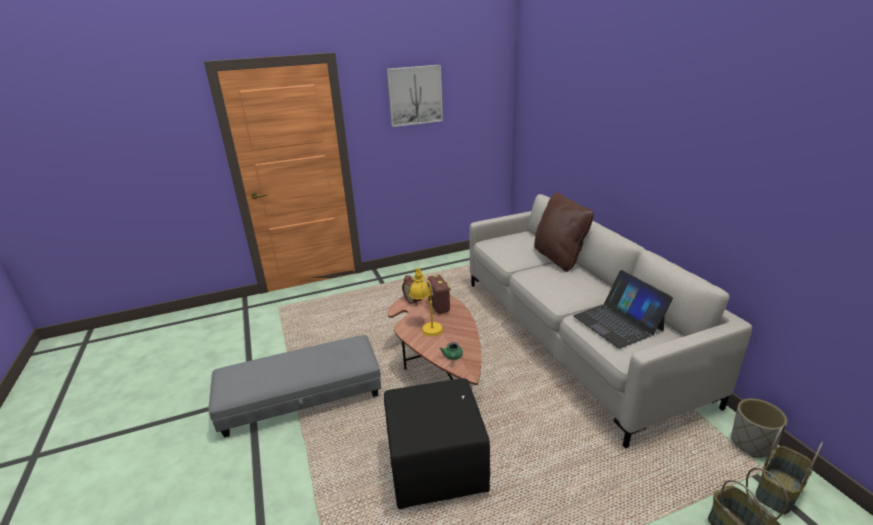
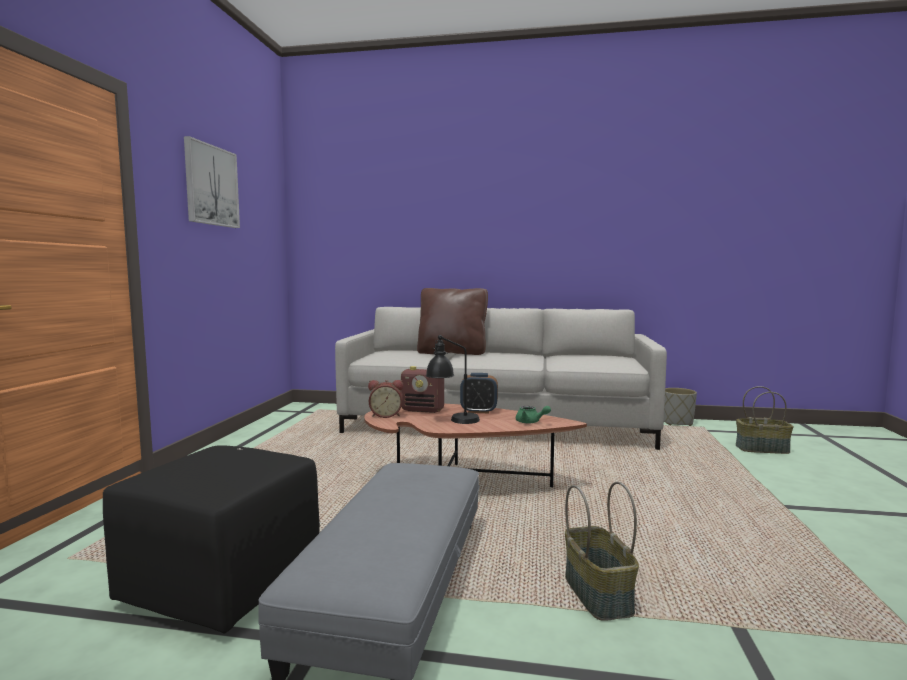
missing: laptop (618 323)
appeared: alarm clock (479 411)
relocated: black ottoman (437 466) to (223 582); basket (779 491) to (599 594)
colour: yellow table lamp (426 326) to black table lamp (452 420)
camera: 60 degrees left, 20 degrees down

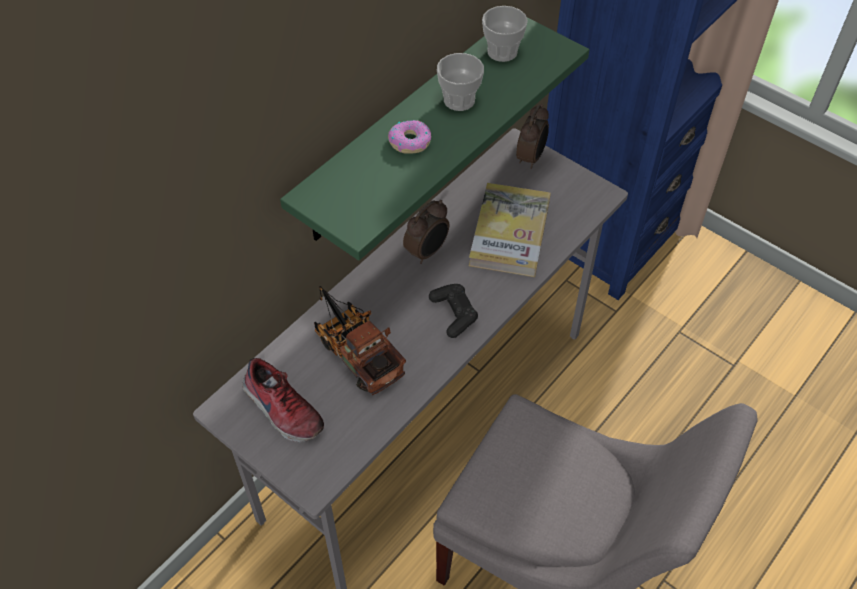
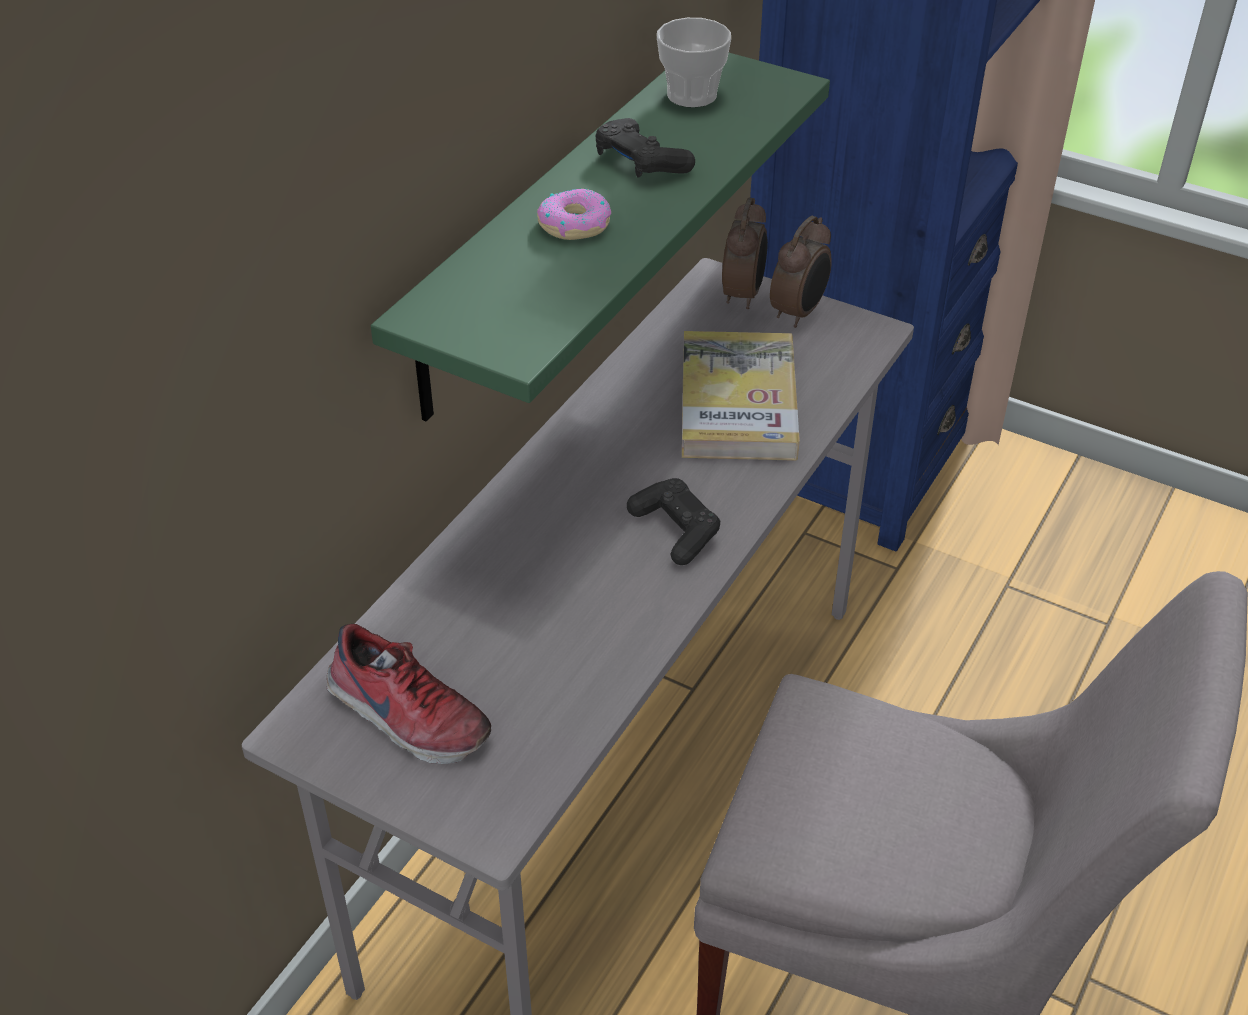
missing: toy truck (355 350)
relocated: alarm clock (427 252) to (799 312)
exchanged: cup (459 100) to black game controller (640 162)
camera: 10 degrees left, 10 degrees down

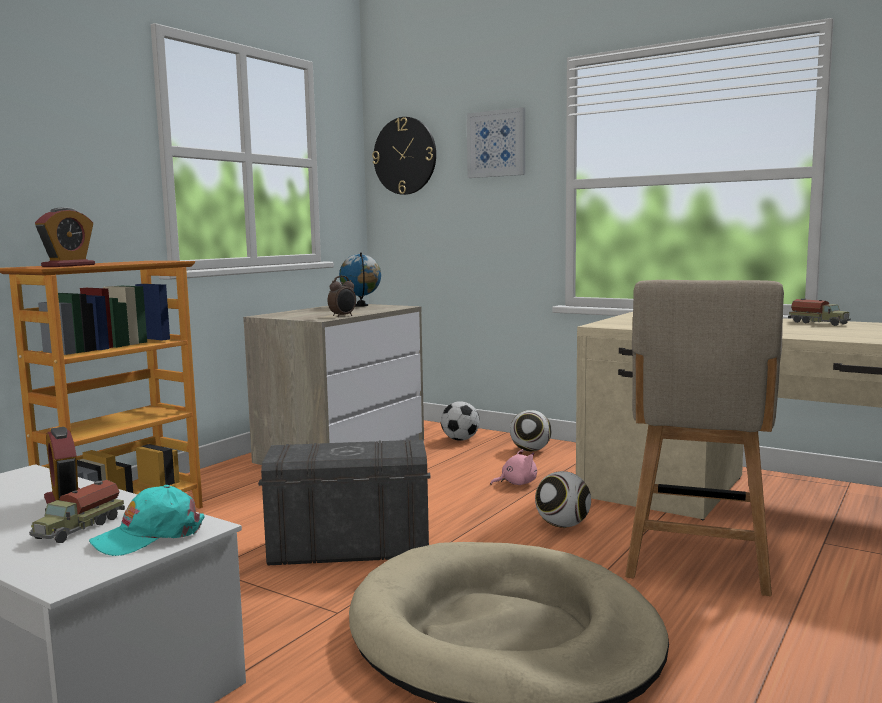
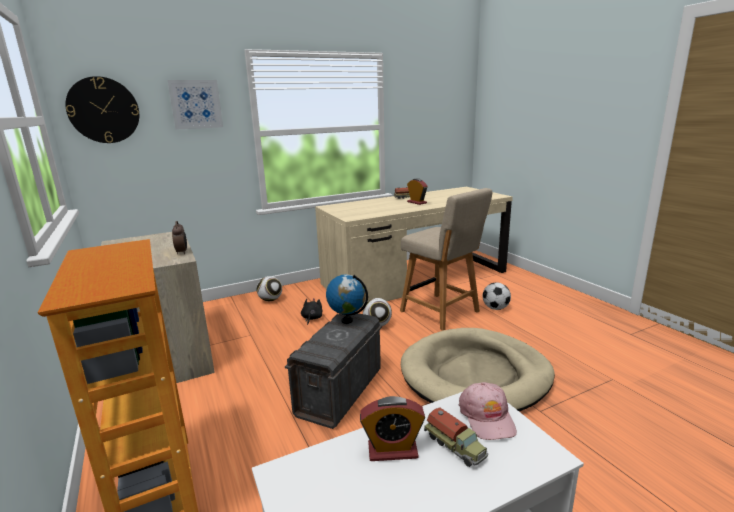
relocated: alarm clock (68 265) to (417 202); globe (361 306) to (347 320); football (460 439) to (495 308)
colour: turquoise cap (149 536) to pink cap (487 417); pink plush toy (516 483) to black plush toy (311 318)
camera: 60 degrees left, 10 degrees up

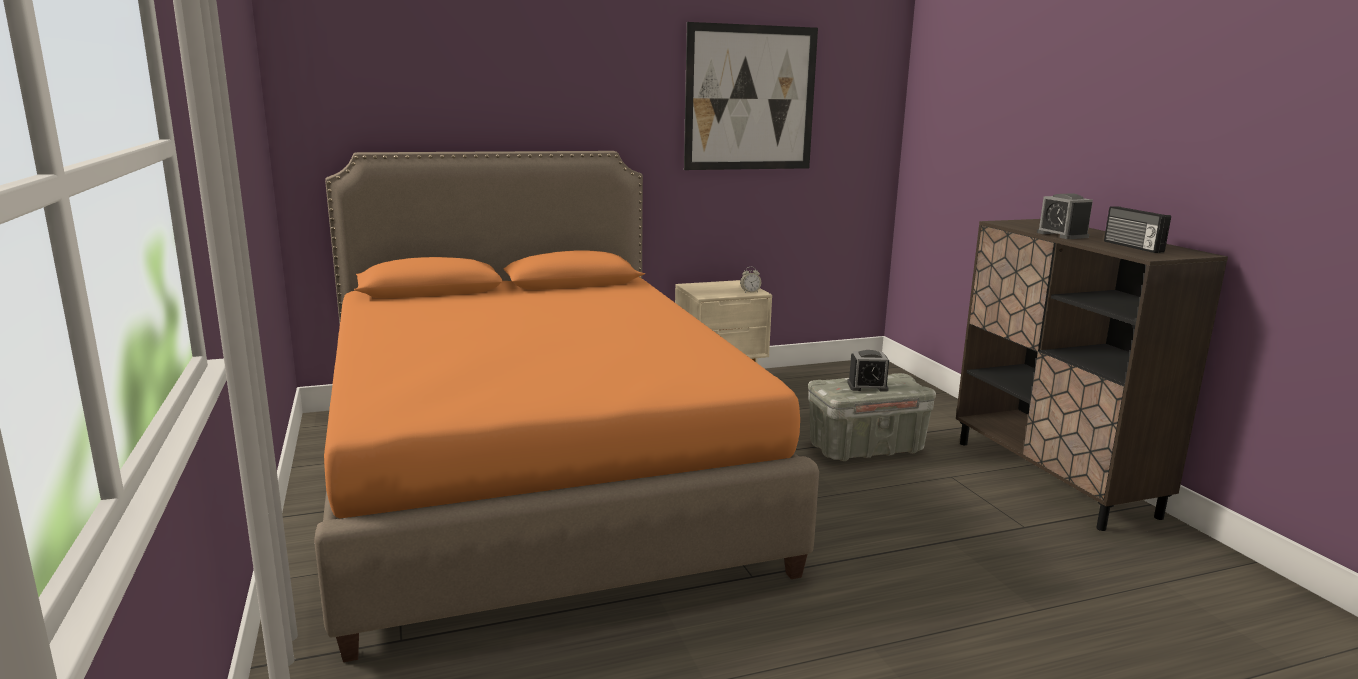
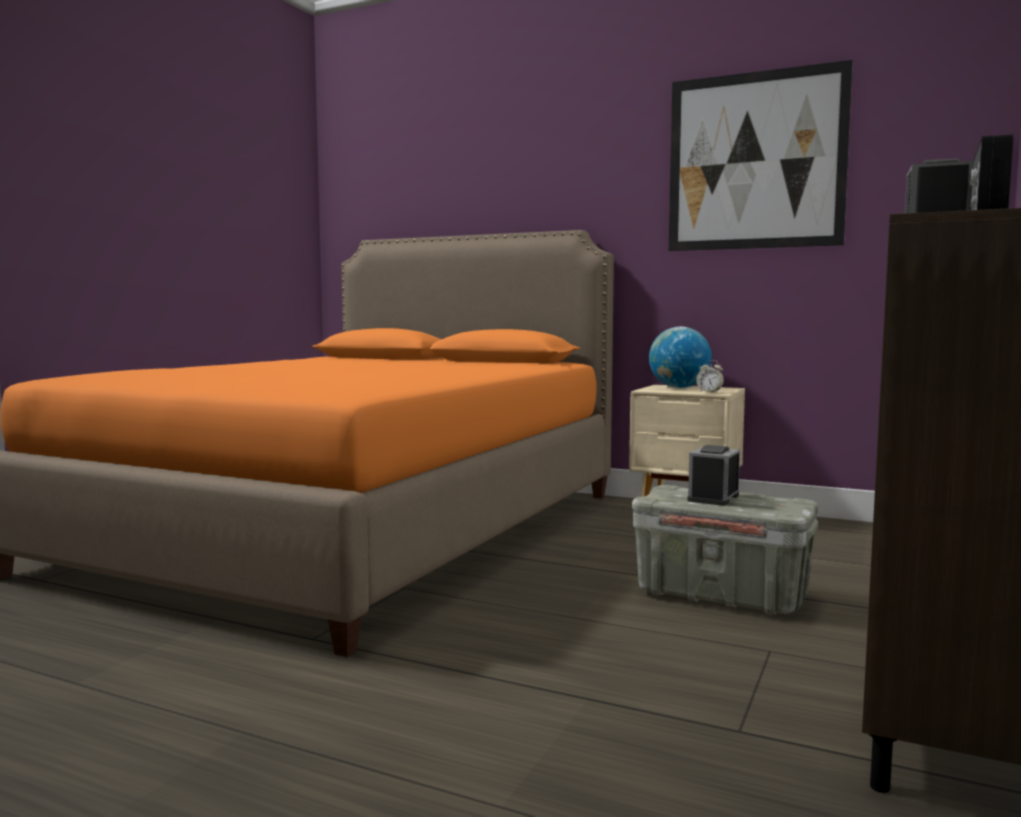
appeared: globe (679 387)
spun: alarm clock (867 386) = (713 498) 75 degrees clockwise
camera: 45 degrees right, 10 degrees down

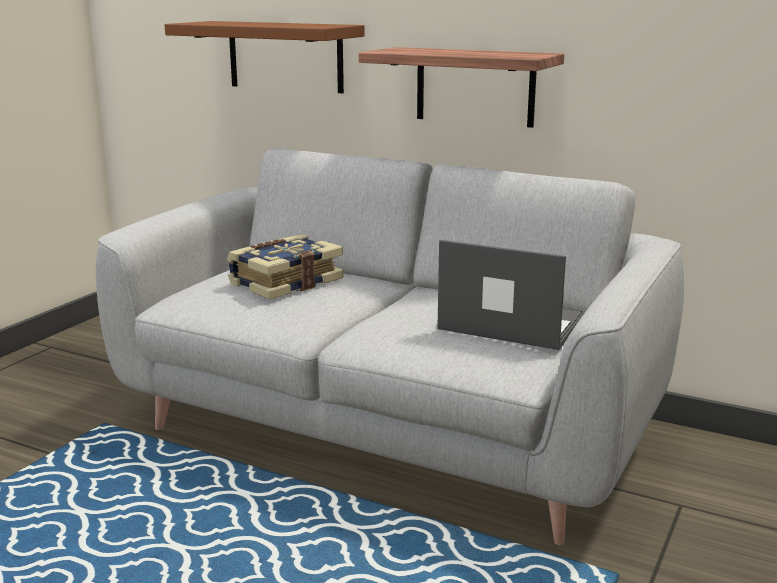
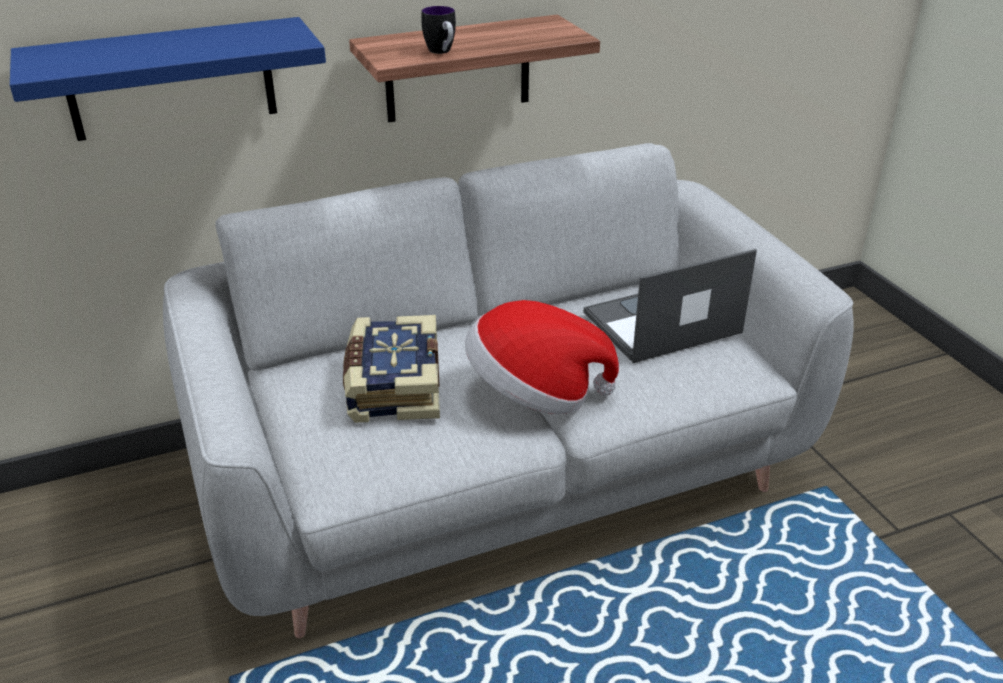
appeared: mug (442 52); hat (534 393)
colour: brown shelf (285 56) to blue shelf (171 79)
camera: 50 degrees left, 15 degrees up

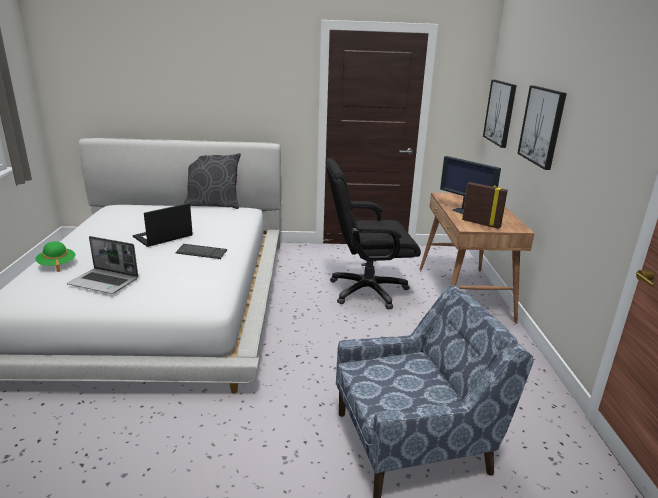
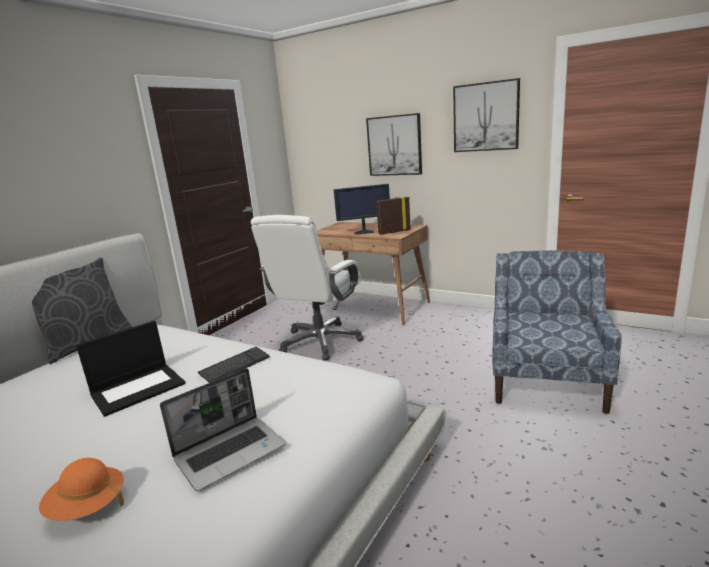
relocated: picture (500 112) to (486 117)
colour: green hat (57 265) to orange hat (87 506); black office chair (366 290) to white office chair (320 342)
spun: laptop (162 236) = (138 388) 120 degrees counterclockwise
camera: 55 degrees left, 5 degrees down

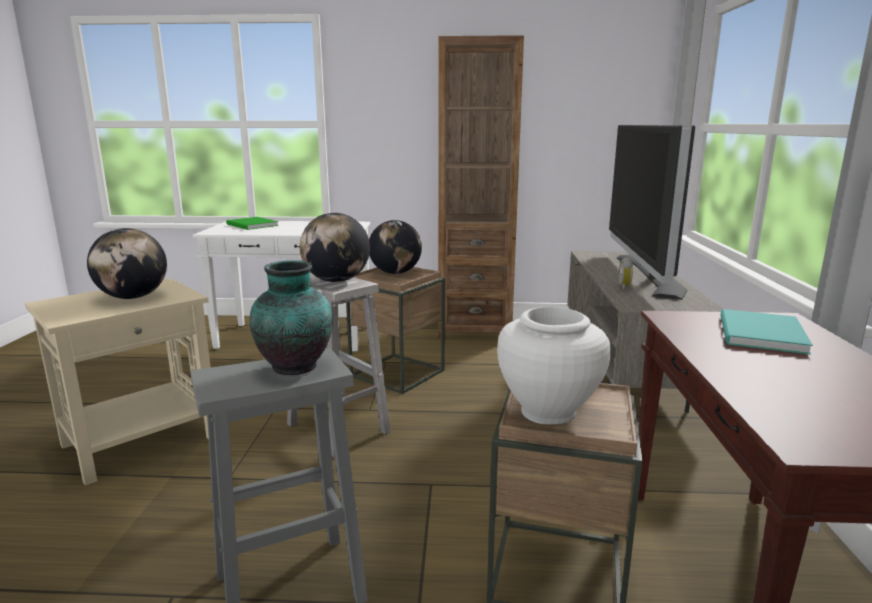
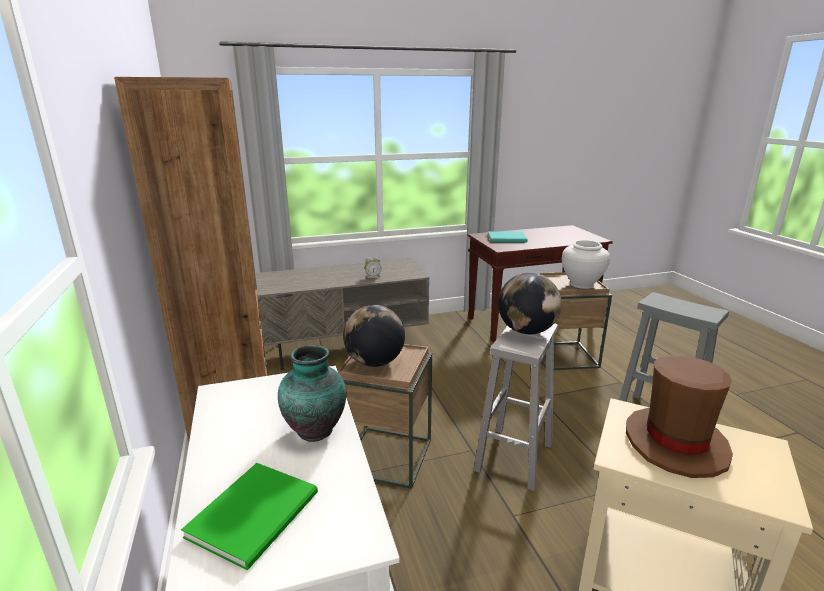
missing: television (647 275)
relocated: vase (296 367) to (316 429)
exchanged: globe (133 297) to brown hat (676 443)
camera: 110 degrees left, 5 degrees up

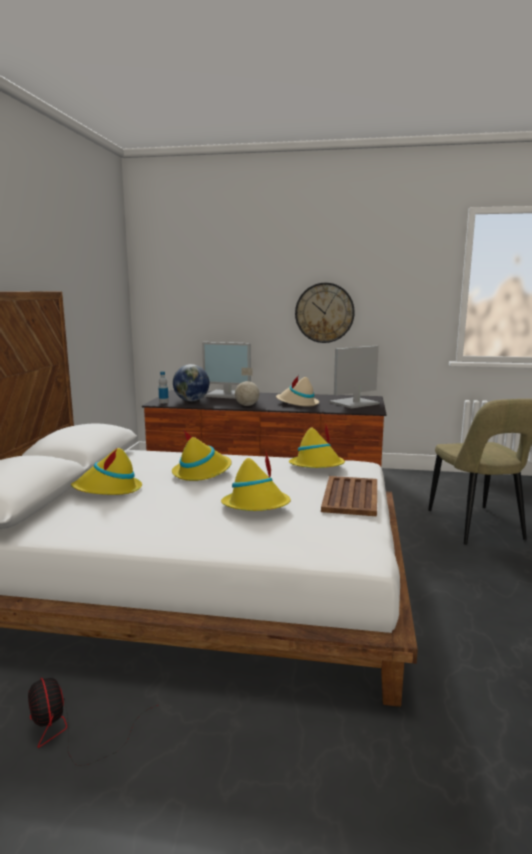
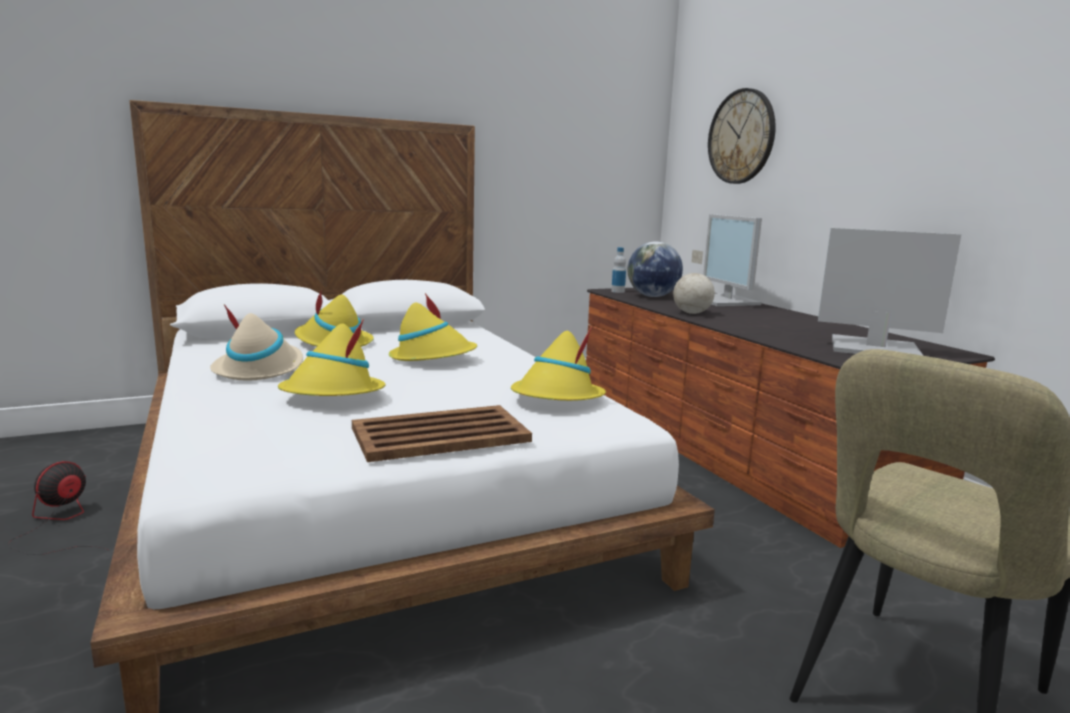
relocated: beige hat (297 403) to (259 369); wall clock (324 313) to (741 137)
camera: 55 degrees right, 0 degrees up

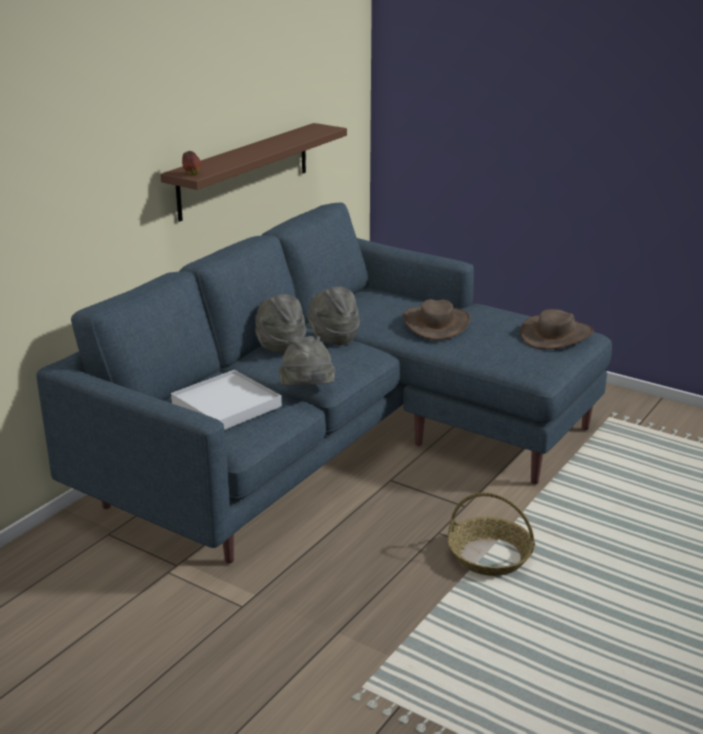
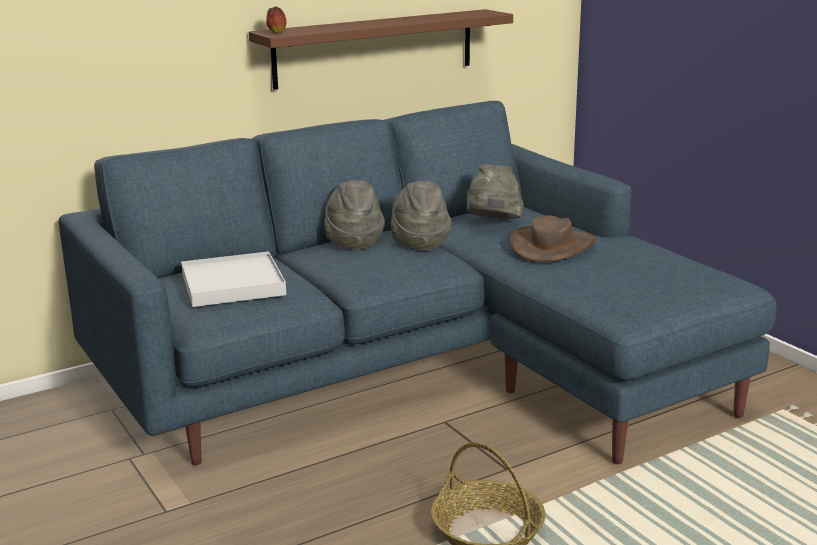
missing: brown hat (556 335)
relocated: grey hat (307 393) to (493 225)
camera: 25 degrees right, 5 degrees down

